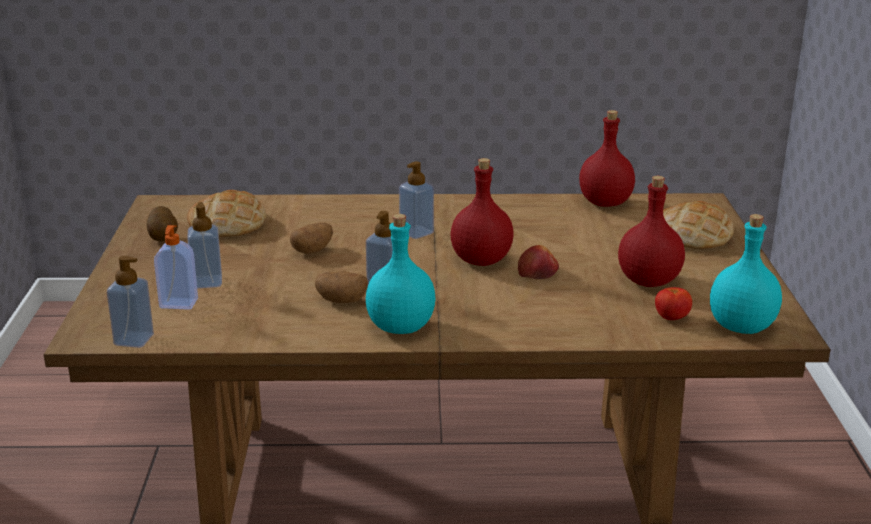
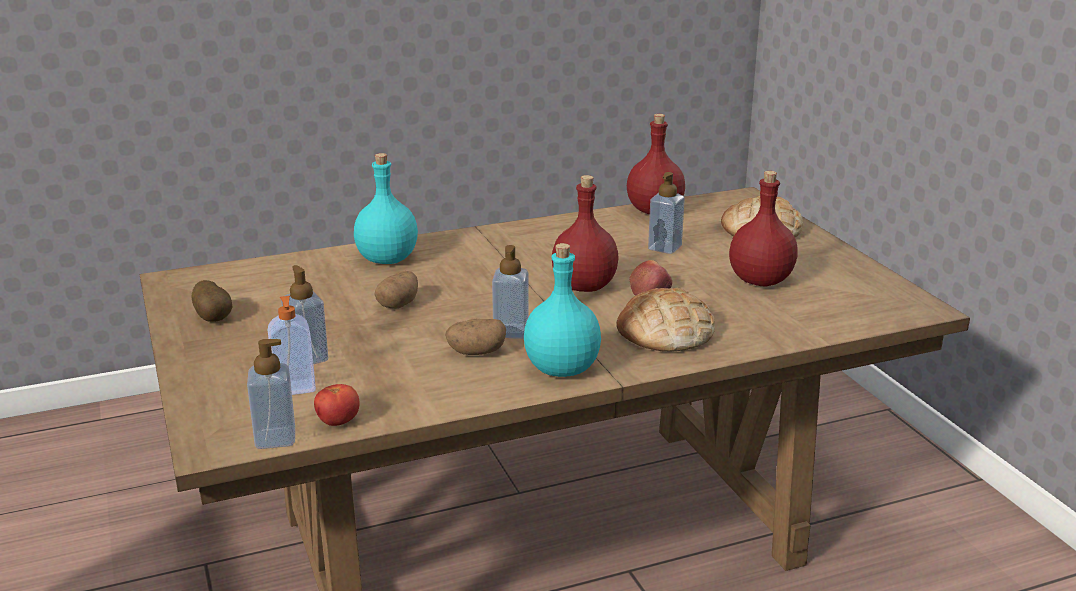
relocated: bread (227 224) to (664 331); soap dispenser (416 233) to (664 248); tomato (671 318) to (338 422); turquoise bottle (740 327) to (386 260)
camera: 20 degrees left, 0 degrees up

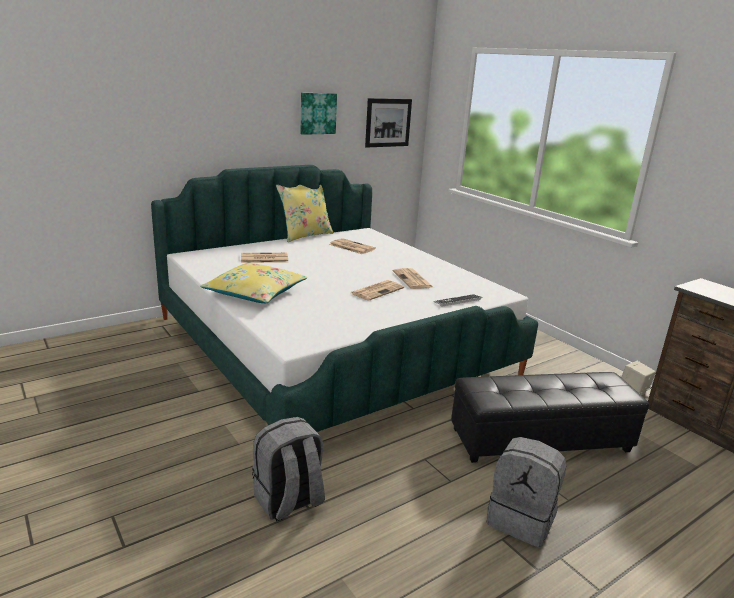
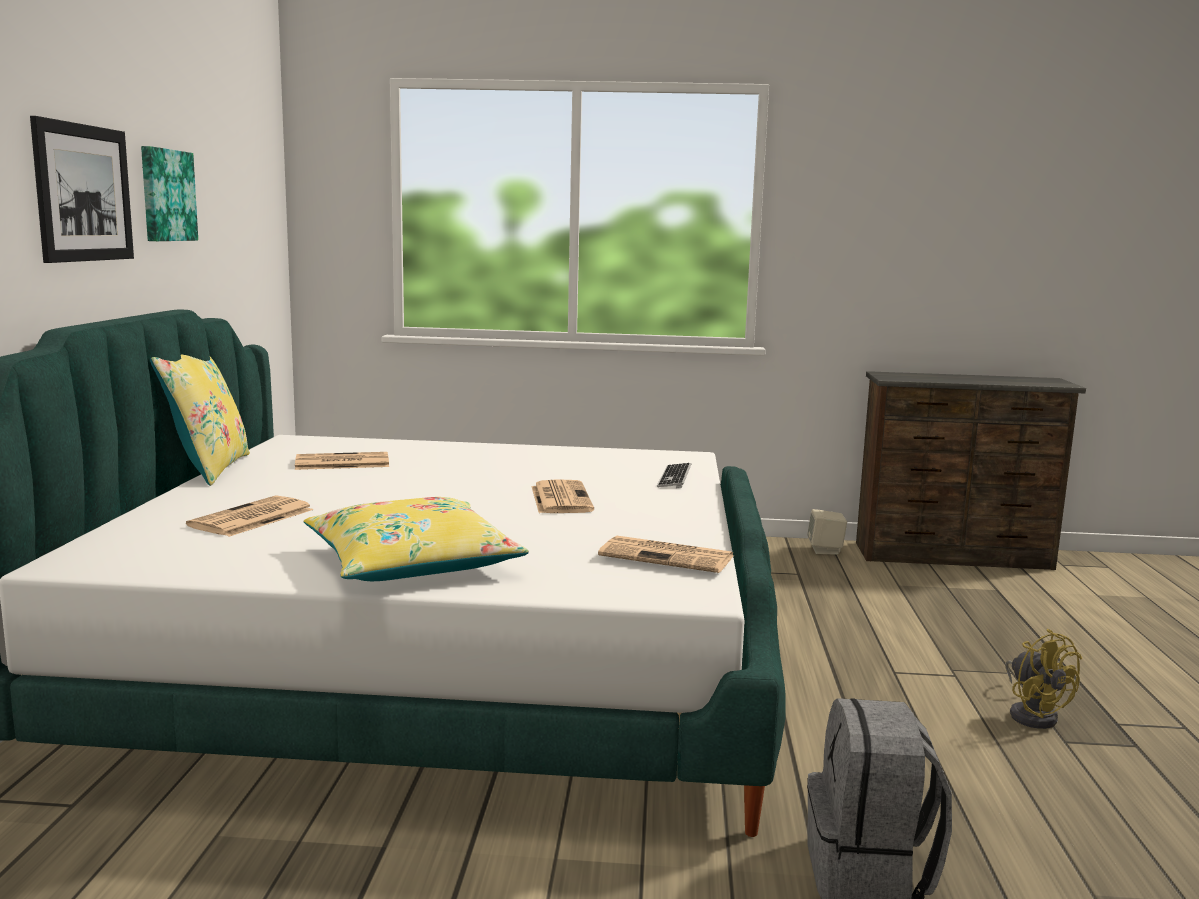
missing: black ottoman (540 439)
relocated: picture (388 122) to (84 193); newspaper (413 279) to (668 556)
exchanged: grey backpack (521 519) to yellow fan (1033 714)
camera: 50 degrees left, 10 degrees down

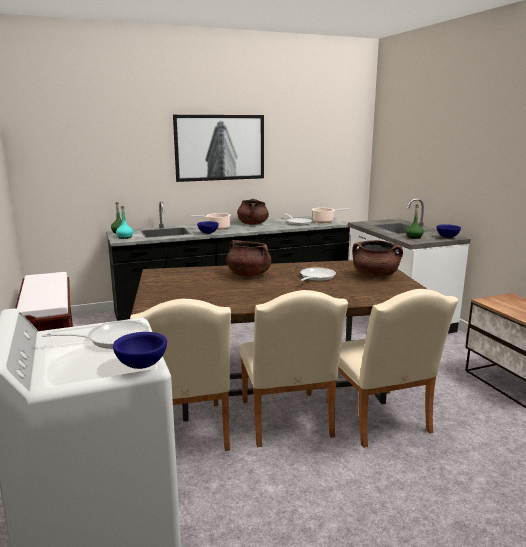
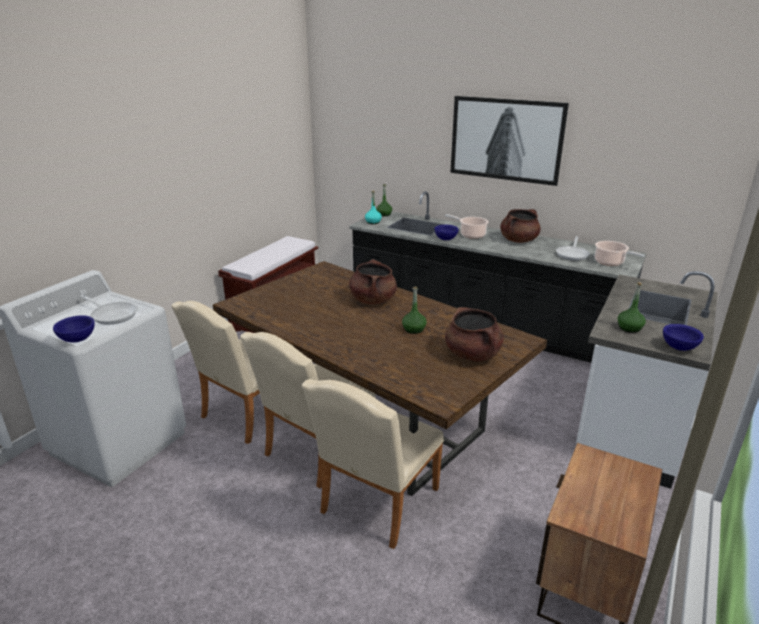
exchanged: frying pan (316 277) to green bottle (413 329)
camera: 50 degrees right, 10 degrees up

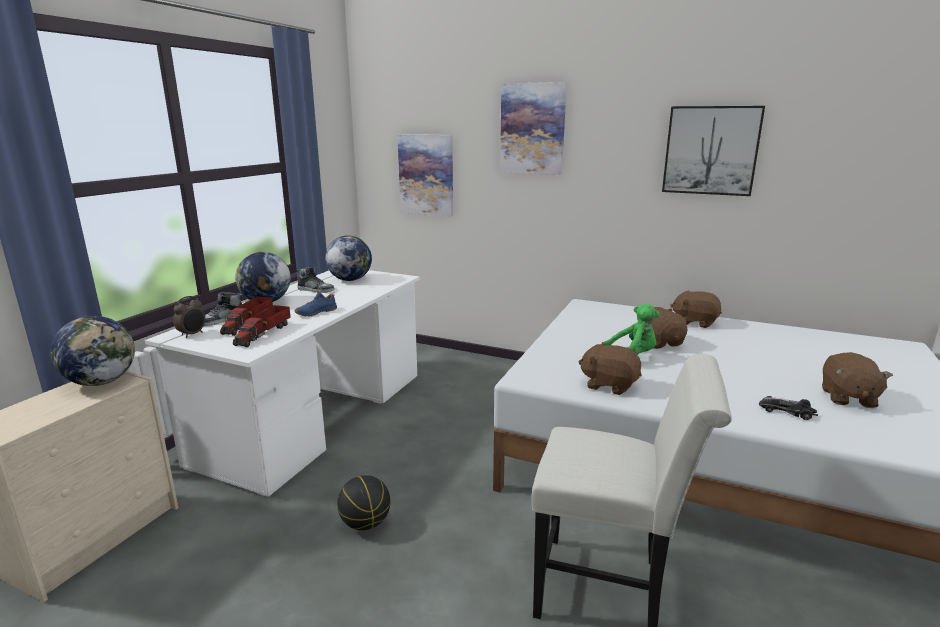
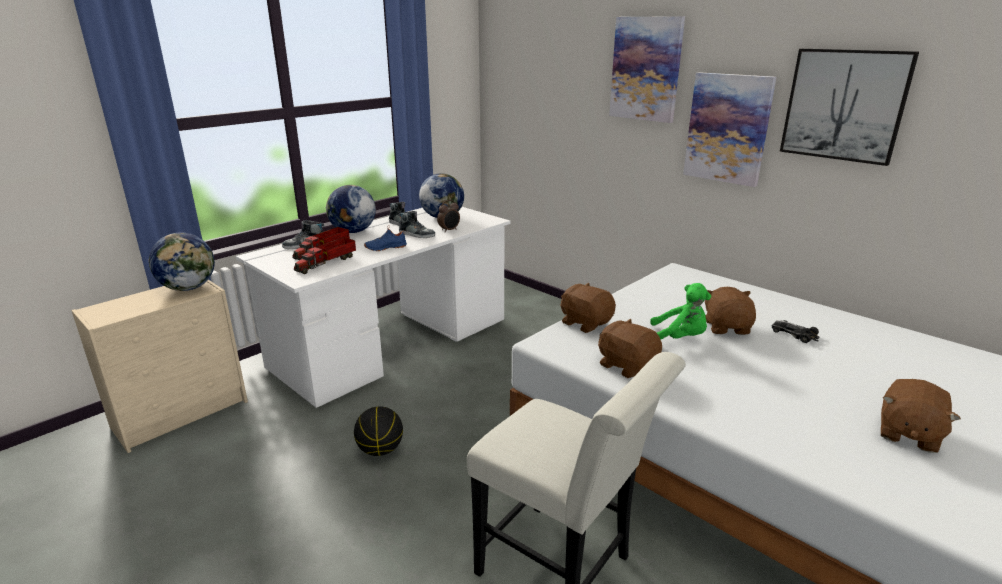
appeared: shoe (417 235)
relocated: alarm clock (192 334) to (449 230); picture (426 175) to (727 128); brown plush toy (695 322) to (585 323); toy car (787 410) to (794 334)
camera: 20 degrees right, 5 degrees up

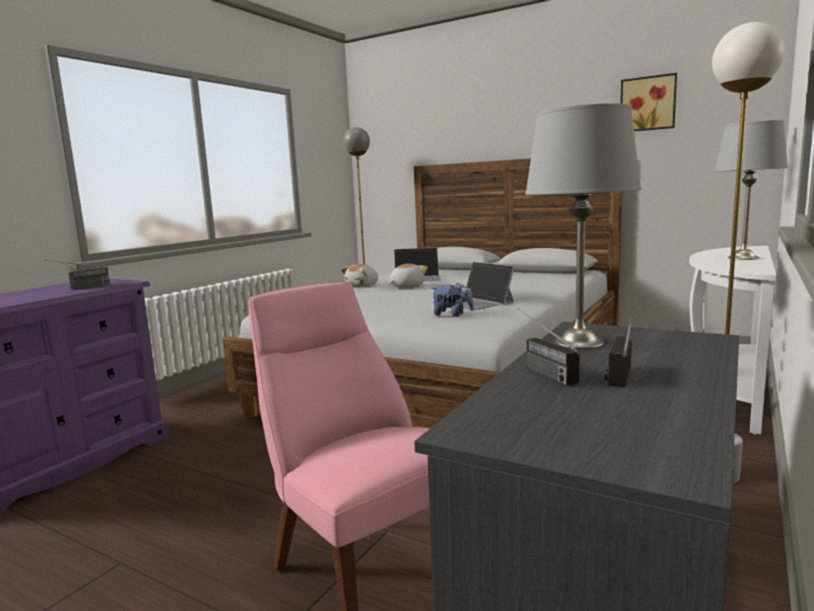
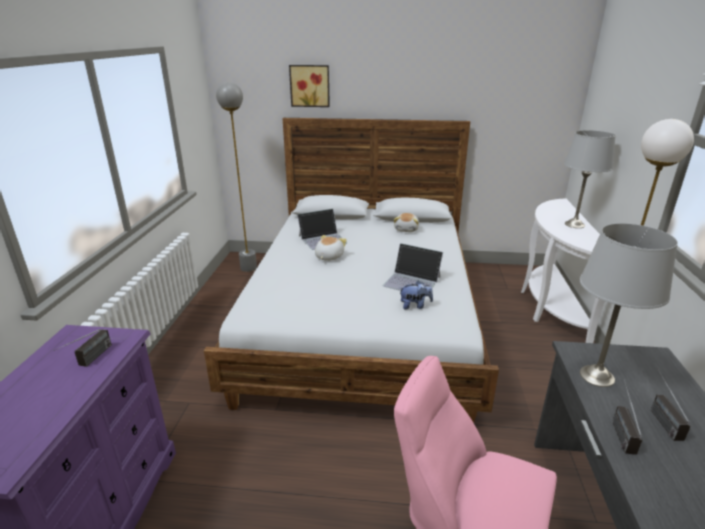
relocated: plush toy (363 285) to (407 229); picture (648 104) to (310 86)
spun: radio (539 371) = (618 428) 60 degrees clockwise
camera: 25 degrees left, 15 degrees up

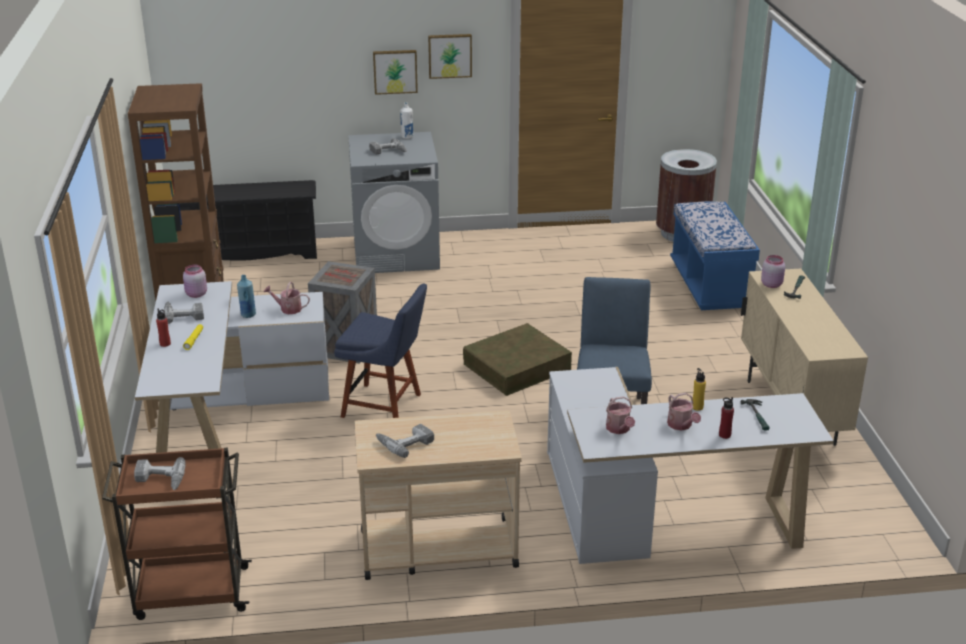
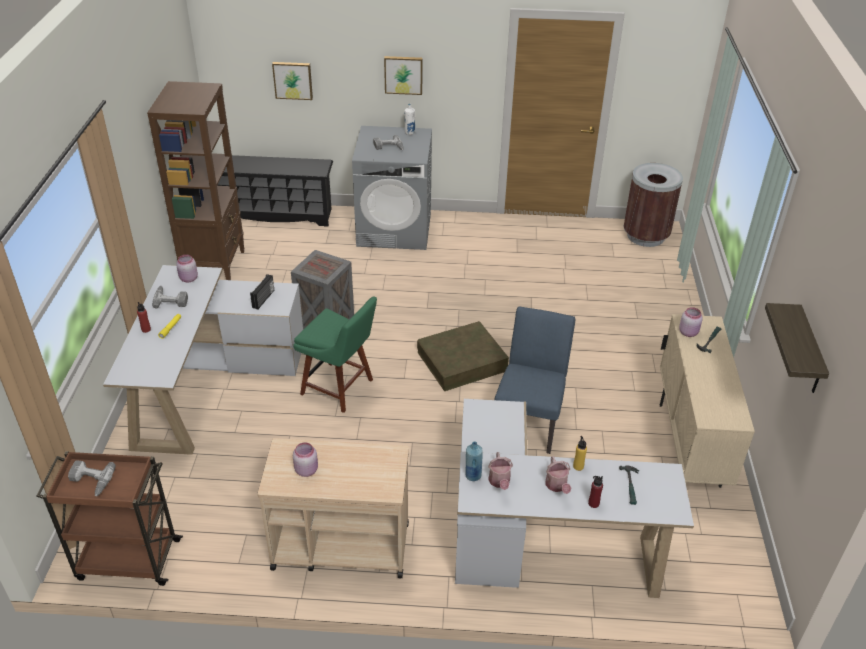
missing: blue bench (709 285)
appeared: shelf (809 352)
relocated: blue bottle (248 315) to (473 476); picture (450 55) to (293 80)
exchanged: watering can (288 309) to radio (264 299); power drill (404 442) to pink jar (306 470)
colour: blue chair (385 406) to green chair (340 388)
camera: 10 degrees right, 10 degrees up

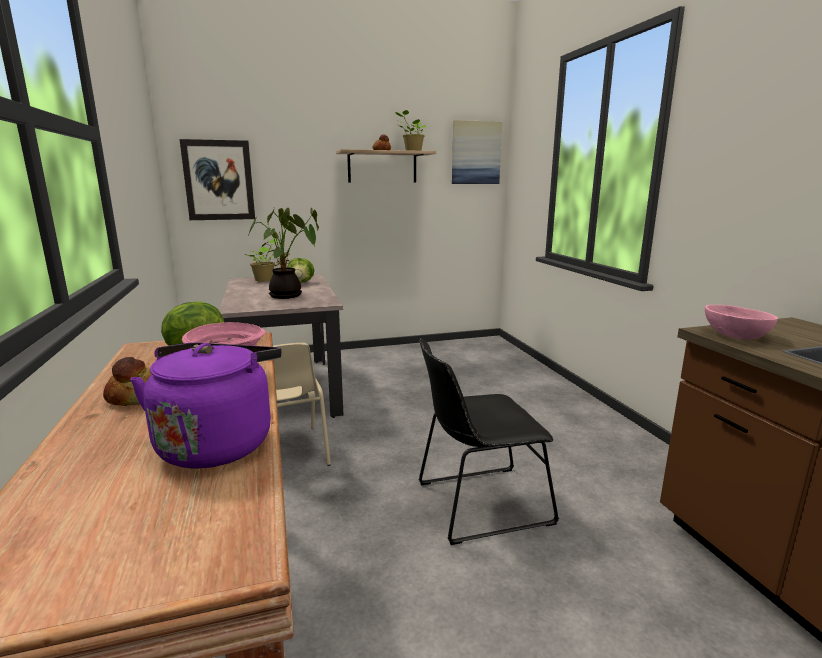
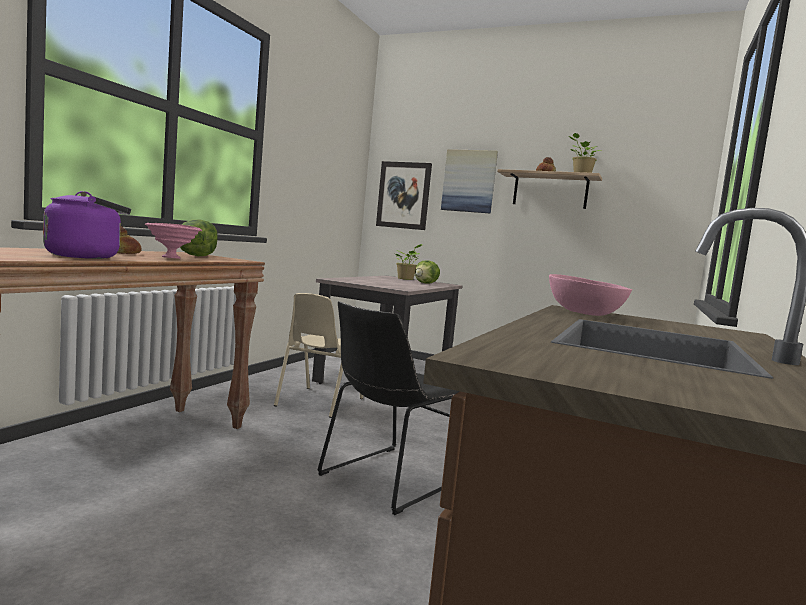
missing: potted plant (288 296)
relocated: picture (476 153) to (469 181)
spun: black chair (477 503) = (388 479) 75 degrees counterclockwise
camera: 40 degrees right, 10 degrees down

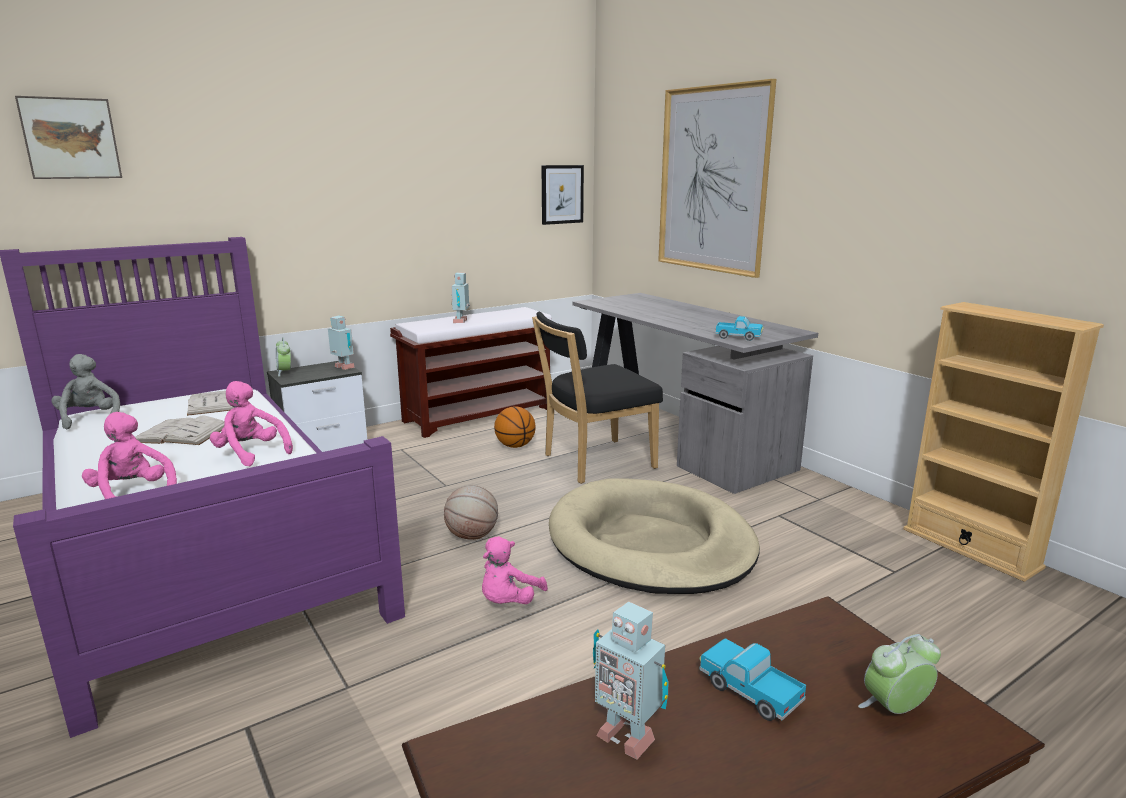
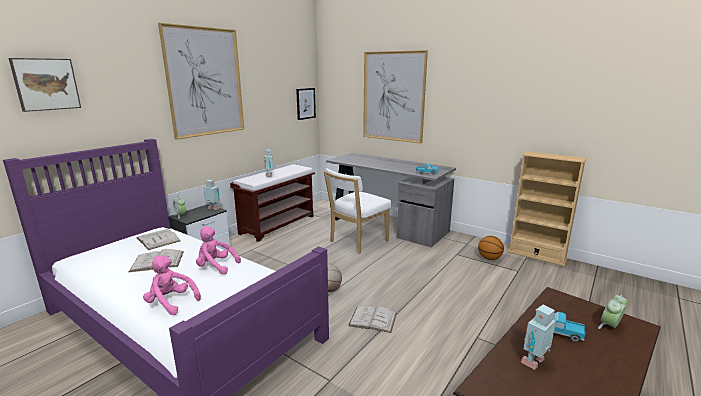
missing: grey plush toy (90 419); beige dog bed (650 543)
appeared: picture (205 82)
relocated: basketball (515 446) to (489 258)
exchanged: pink plush toy (508 602) to white book (373 319)
colour: black chair (594 462) to white chair (357 242)
spun: toy robot (626 735) = (535 362) 120 degrees clockwise
camera: 20 degrees left, 0 degrees up

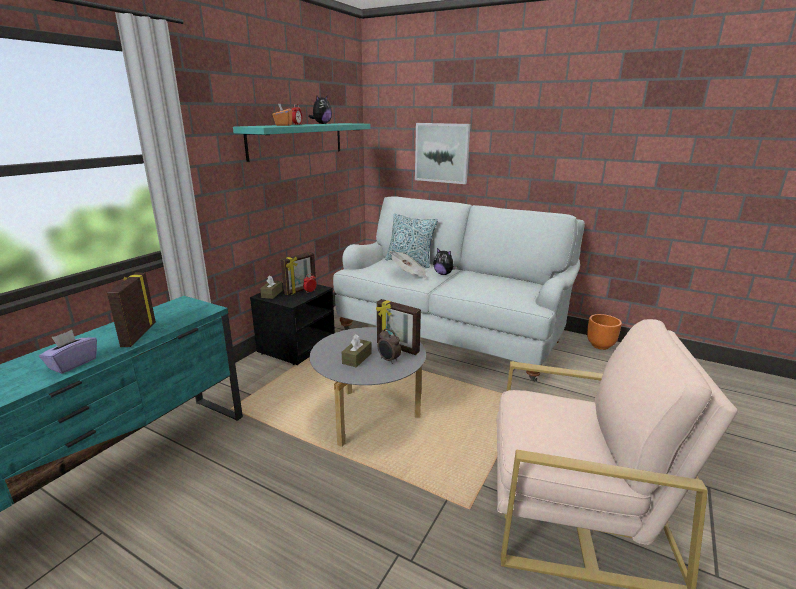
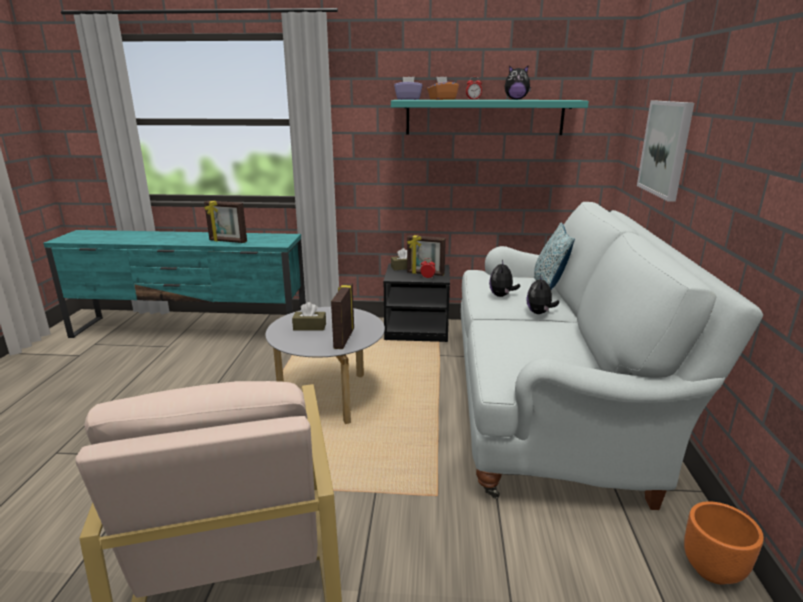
missing: alarm clock (388 360)
relocated: purple tissue box (73 364) to (408 99)
exchanged: newspaper (409 274) to plush toy (502 296)
spun: picture frame (138 335) = (227 241) 135 degrees counterclockwise
camera: 65 degrees right, 0 degrees up

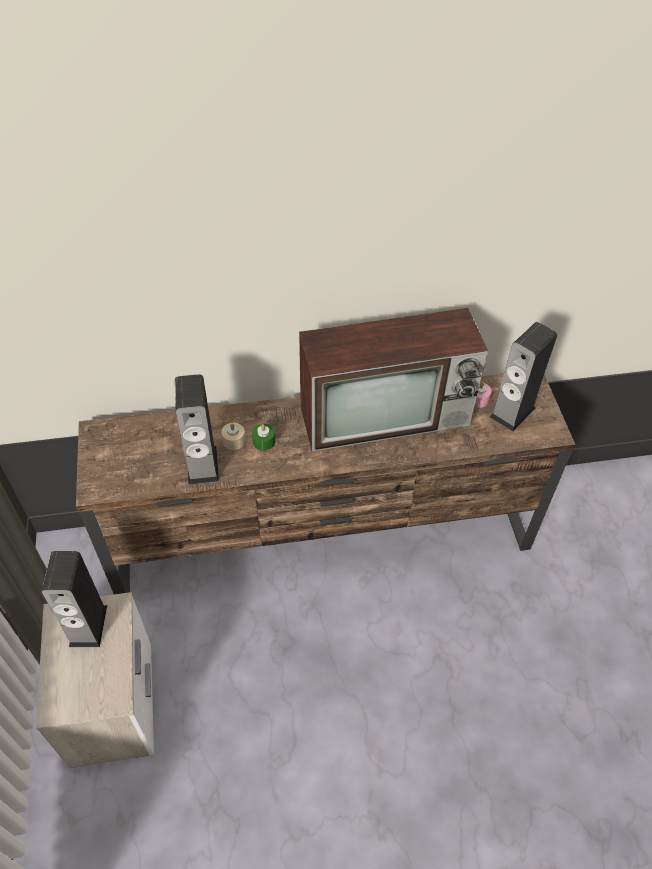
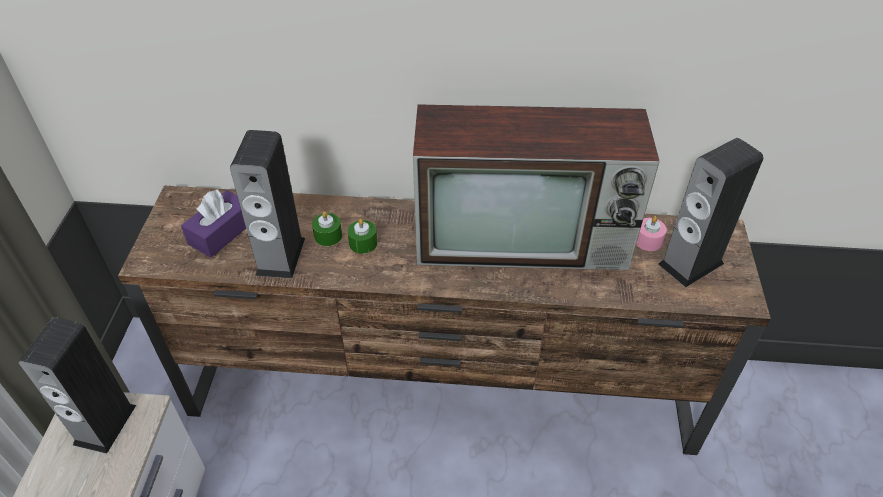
appeared: purple tissue box (222 232)
colour: beige candle (234 440) to green candle (328 236)
camera: 15 degrees right, 5 degrees down

